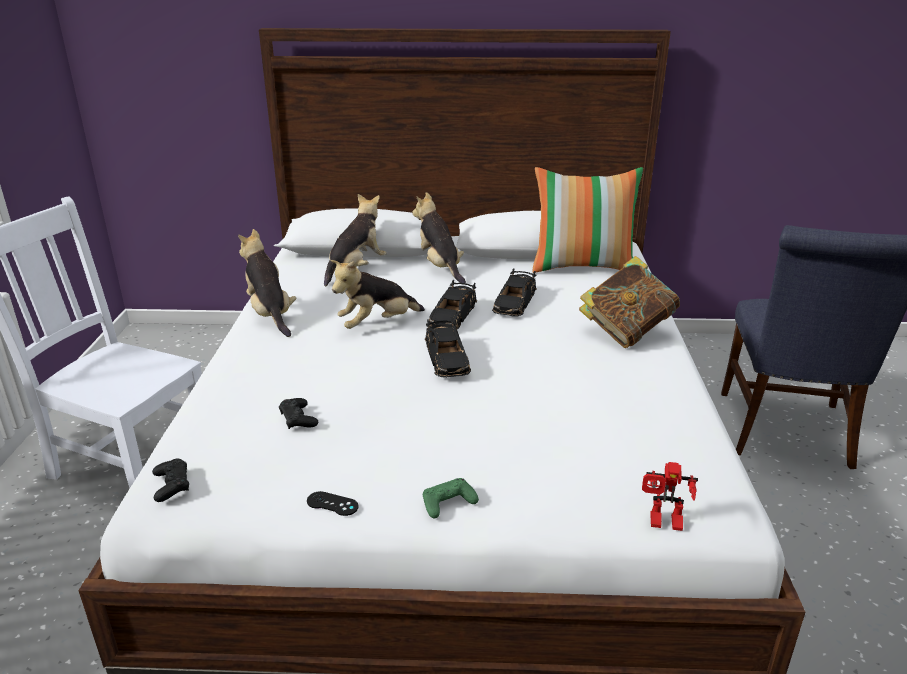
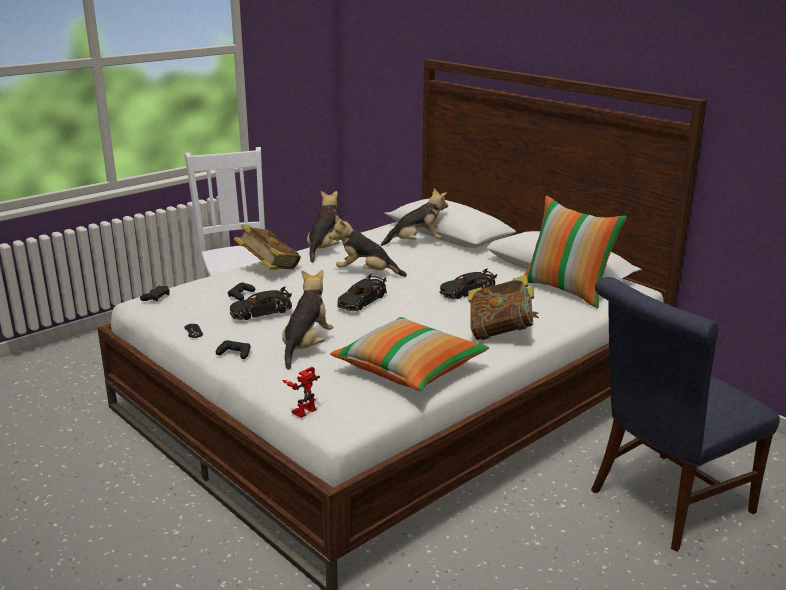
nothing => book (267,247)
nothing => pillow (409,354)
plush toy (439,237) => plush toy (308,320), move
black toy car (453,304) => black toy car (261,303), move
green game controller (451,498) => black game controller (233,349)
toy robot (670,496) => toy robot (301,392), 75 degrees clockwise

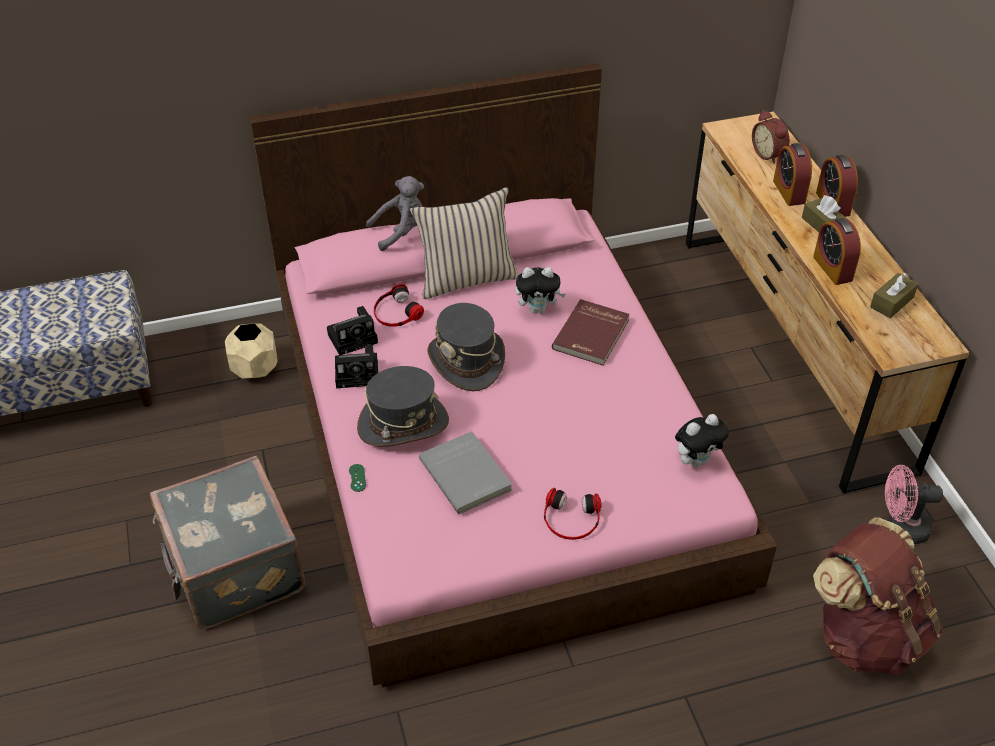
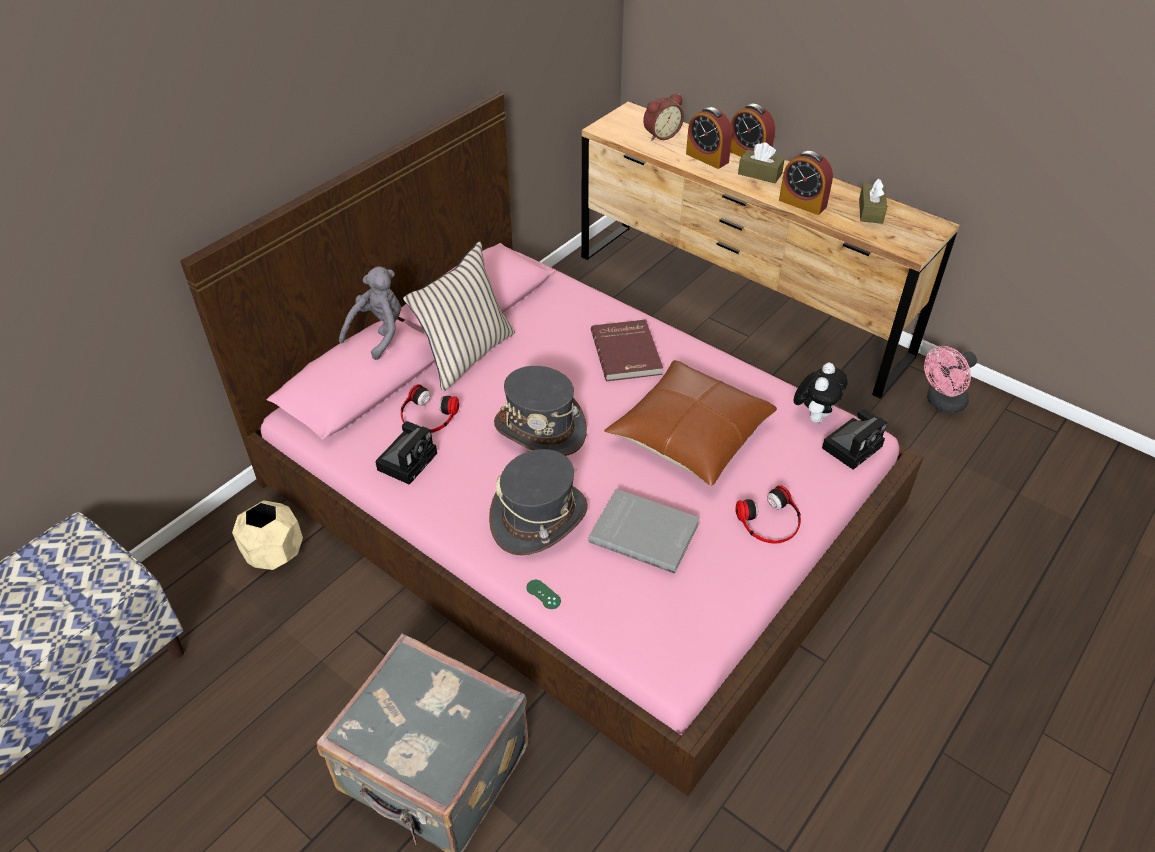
plush toy (540,290) => nothing
brown backpack (878,596) => nothing
nothing => brown pillow (690,423)
photo camera (356,366) => photo camera (854,439), move
alarm clock (771,137) => alarm clock (663,117), 60 degrees counterclockwise

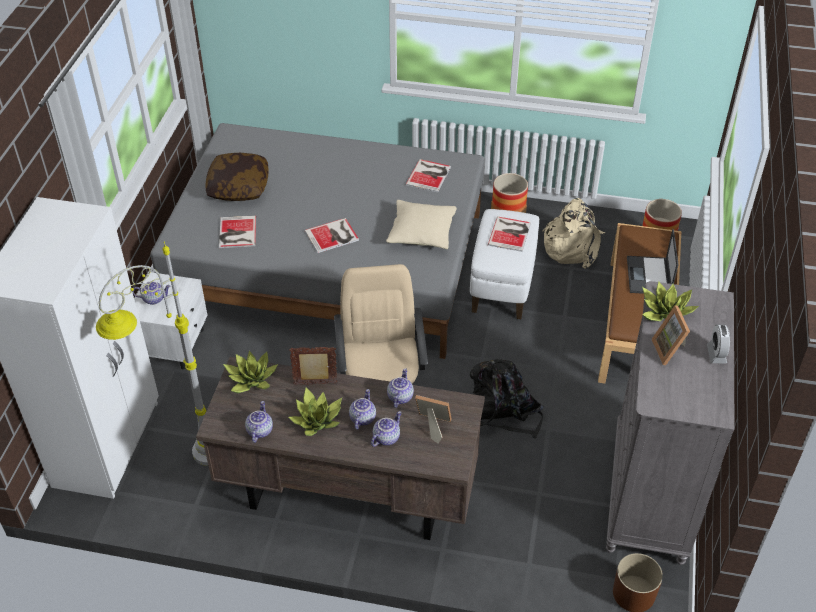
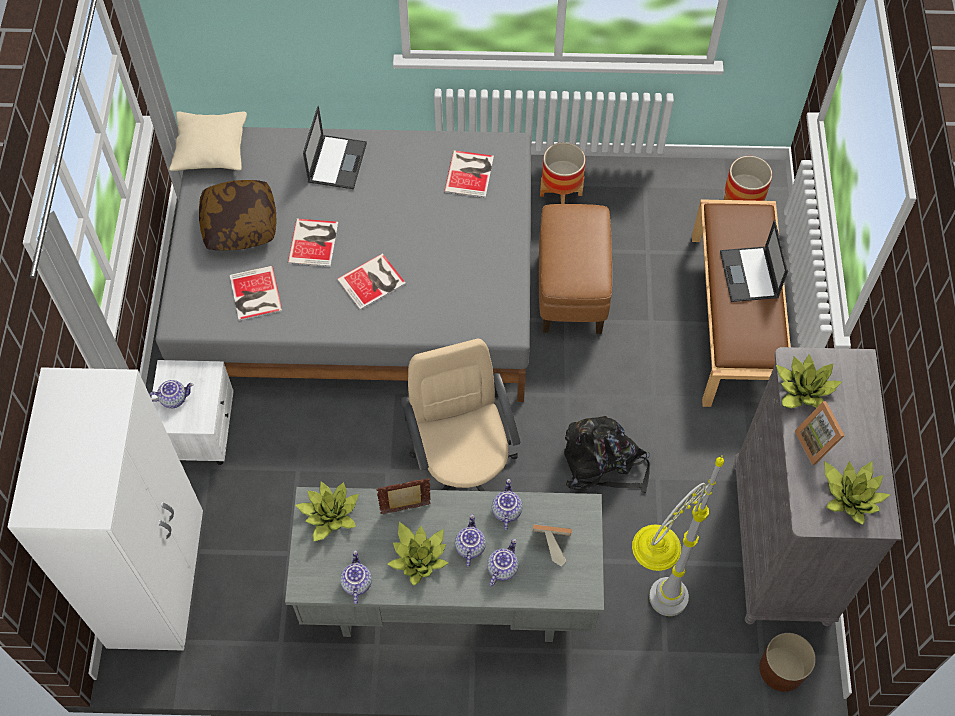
beige backpack (573,233) => nothing
alarm clock (718,343) => nothing
nothing => laptop (335,147)
nothing => potted plant (857,493)
grey floor lamp (152,353) => grey floor lamp (678,536), move
beige pillow (421,224) => beige pillow (208,141), move
book (509,234) => book (313,243), move
brown desk (340,448) => grey desk (444,564)
white ottoman (504,264) => brown ottoman (575,269)

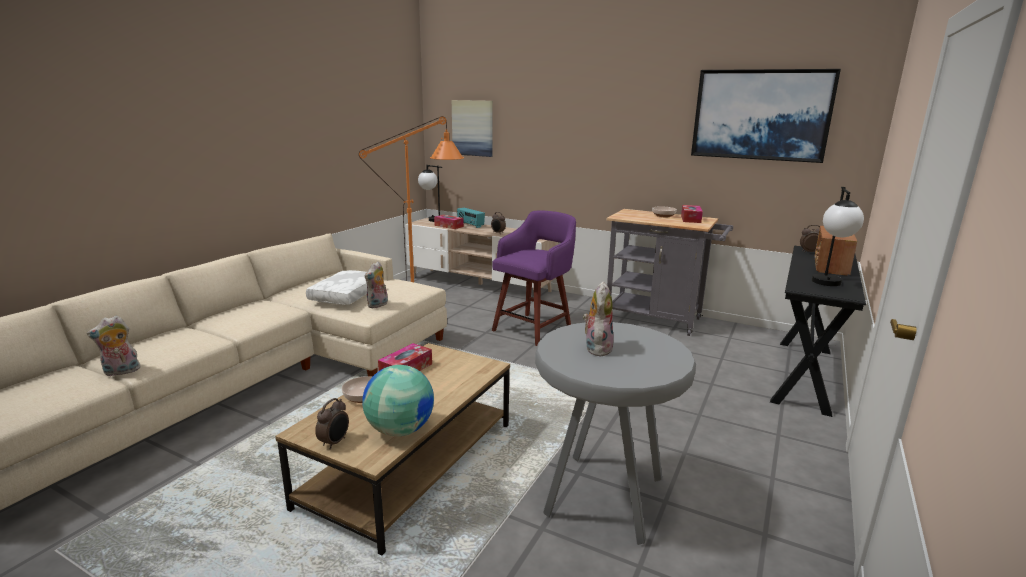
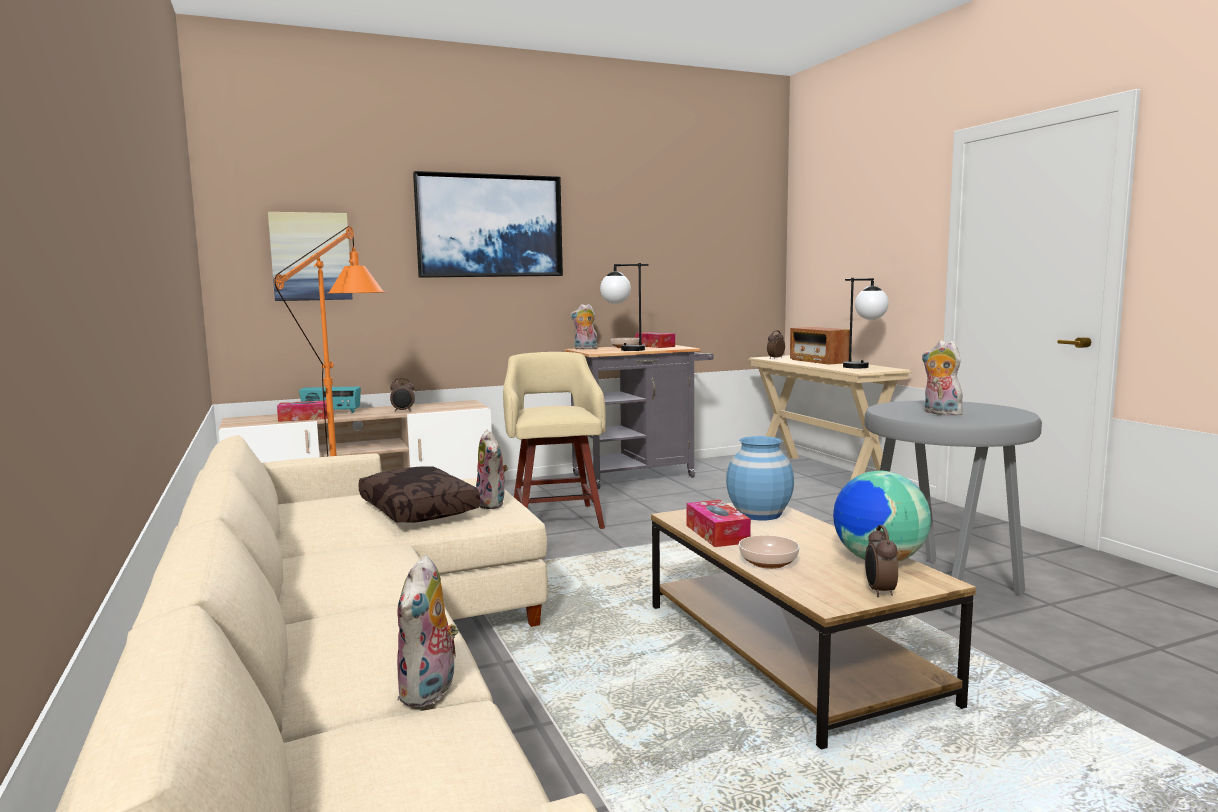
nothing => plush toy (584,327)
nothing => blue vase (760,478)
table lamp (430,193) => table lamp (624,307), move
picture (766,116) => picture (488,224), move
white pillow (336,287) => brown pillow (419,494)
purple stool (534,278) => beige stool (554,440)
black console table (818,331) => beige console table (830,417)
alarm clock (332,423) => alarm clock (881,561), 150 degrees counterclockwise

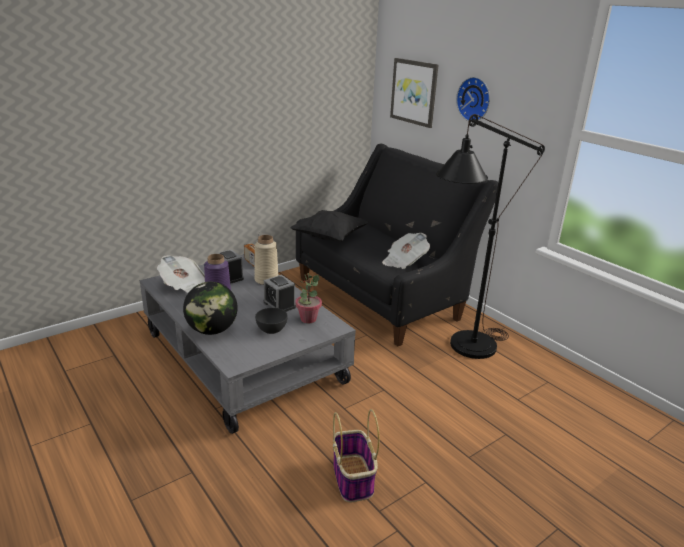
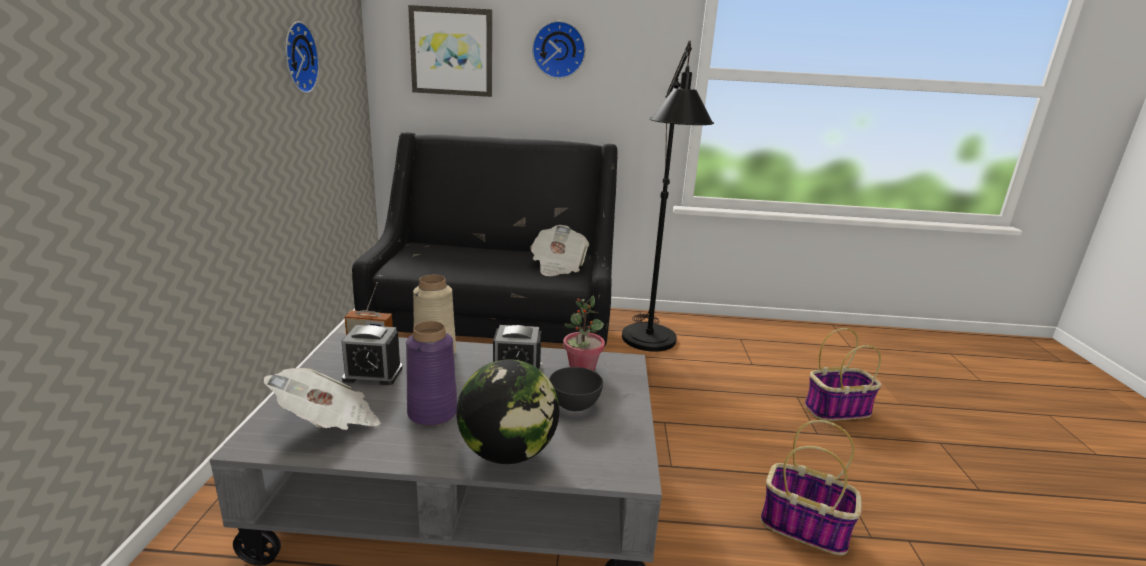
black pillow (329,226) => nothing
nothing => wall clock (302,57)
nothing => basket (843,374)

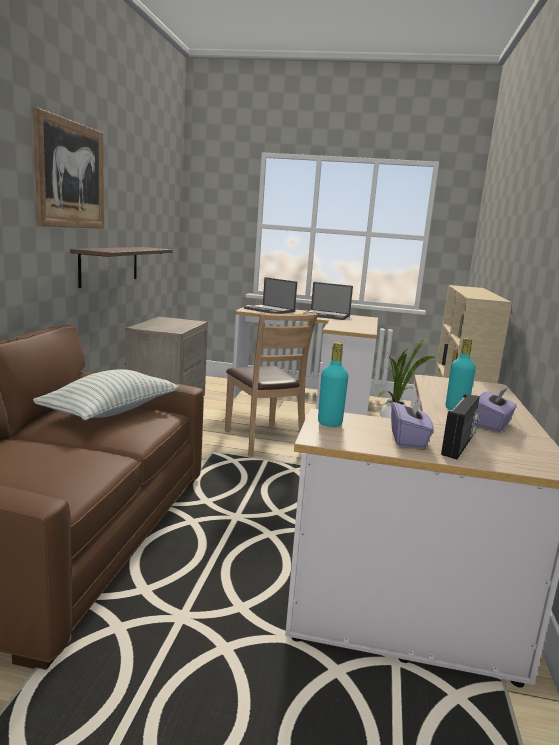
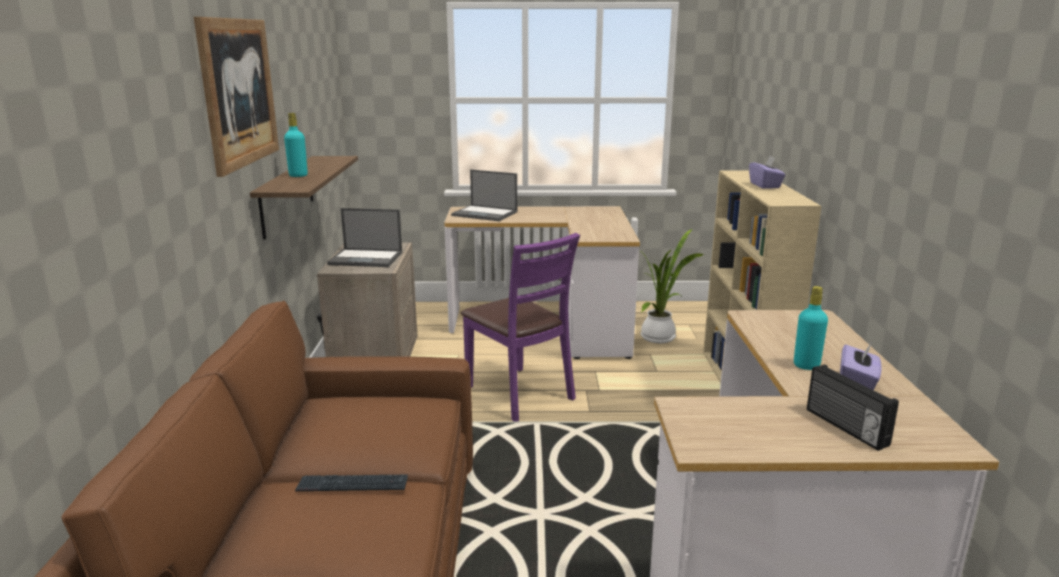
pillow (106,394) => nothing
nothing => keyboard (351,483)
laptop (328,301) => laptop (364,237), move
turquoise bottle (333,384) => turquoise bottle (296,145), move
purple tissue box (412,423) => purple tissue box (767,172), move
brown chair (271,385) => purple chair (520,327)
radio (460,426) => radio (853,407), 135 degrees clockwise

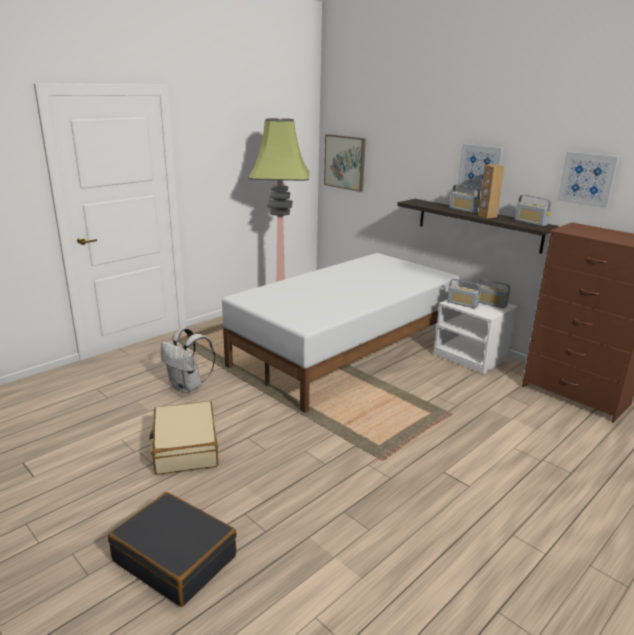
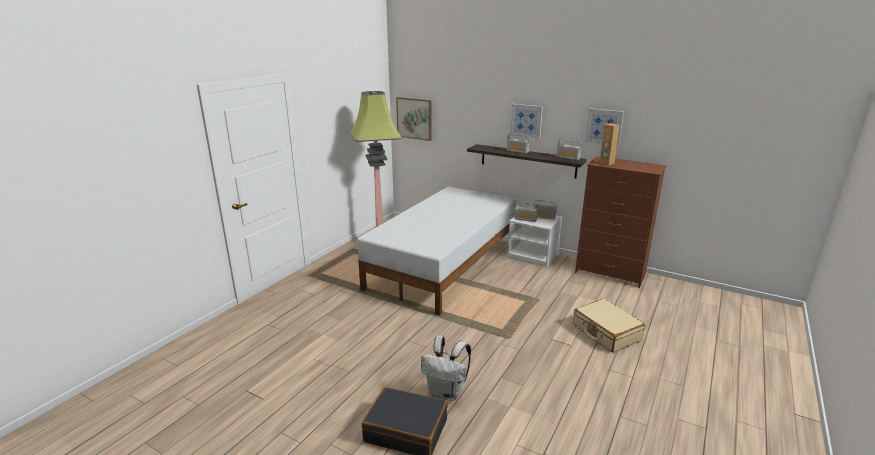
beige suitcase (183,438) => beige suitcase (609,326), move
white backpack (188,360) => white backpack (446,368), move
brown speaker (491,191) => brown speaker (609,144), move

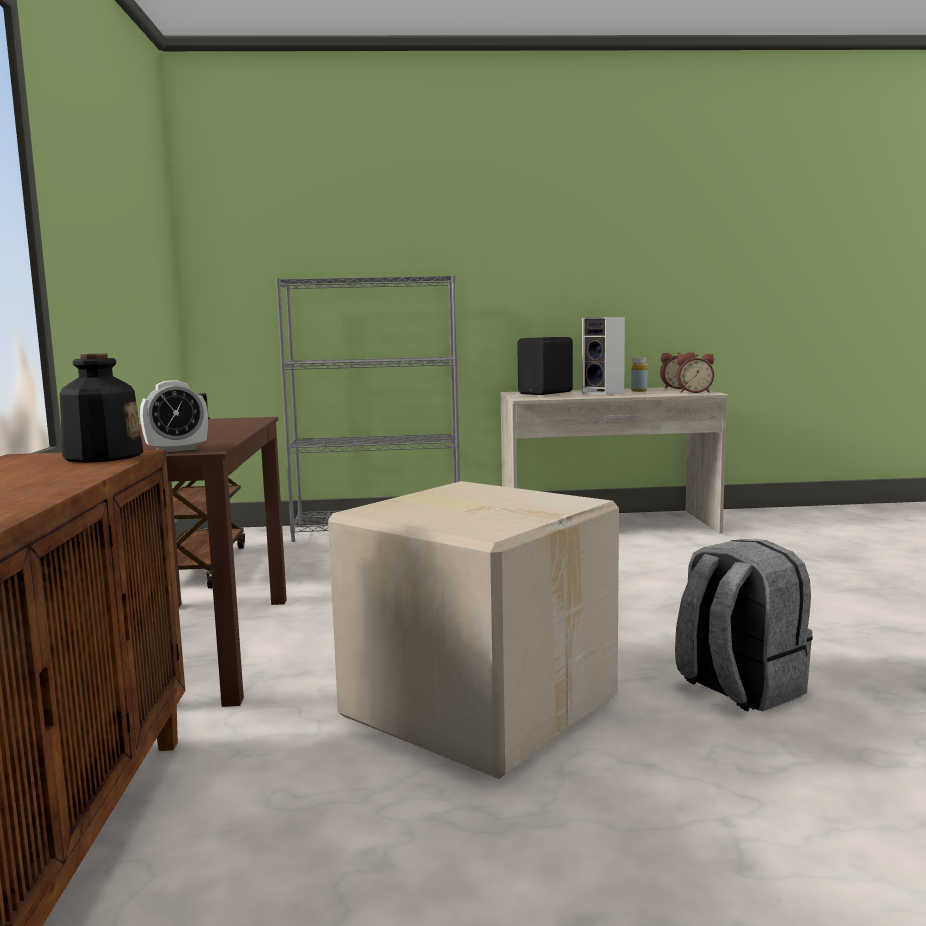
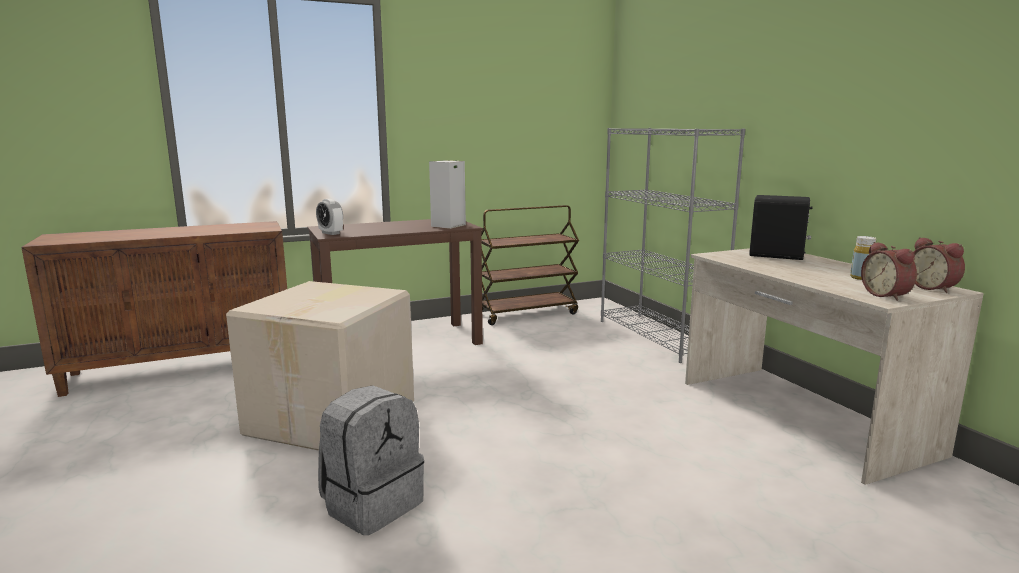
bottle (101,408) => nothing
speaker (603,356) => speaker (447,194), move

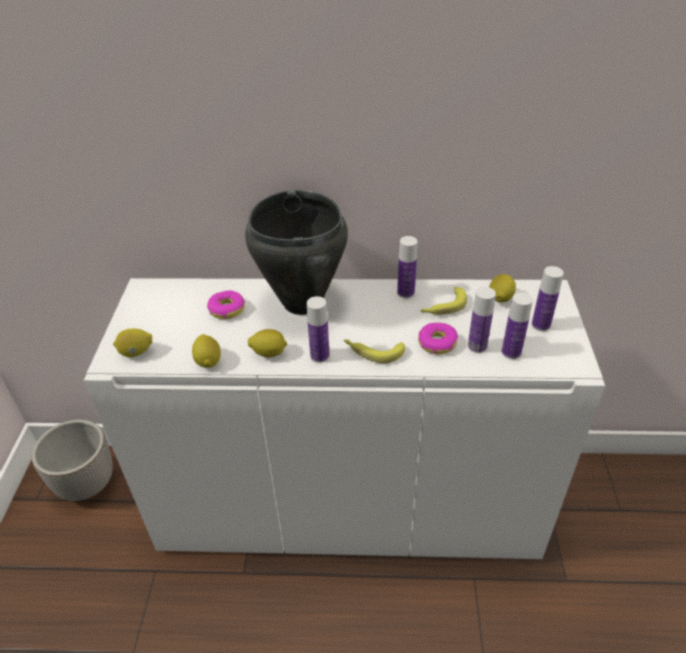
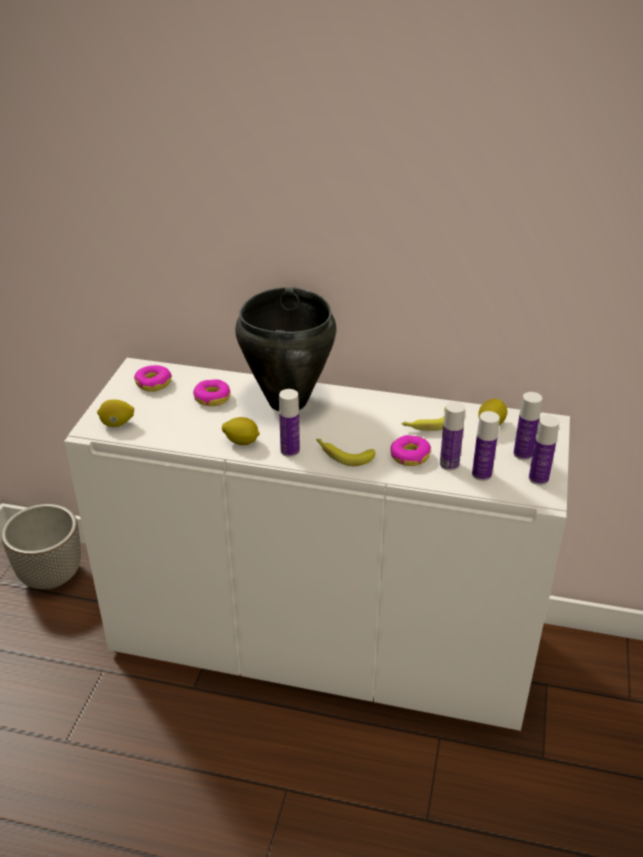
lemon (206,351) => nothing
nothing => donut (153,378)
bottle (407,267) => bottle (544,450), move

